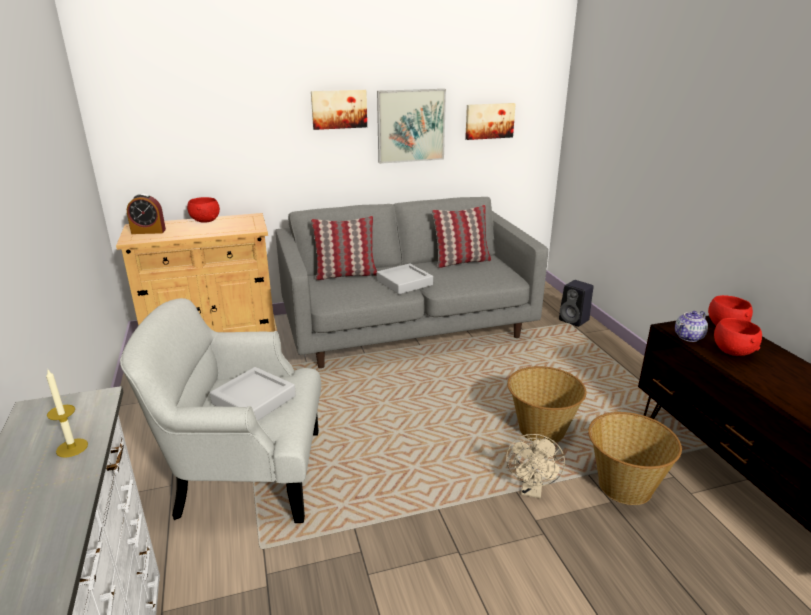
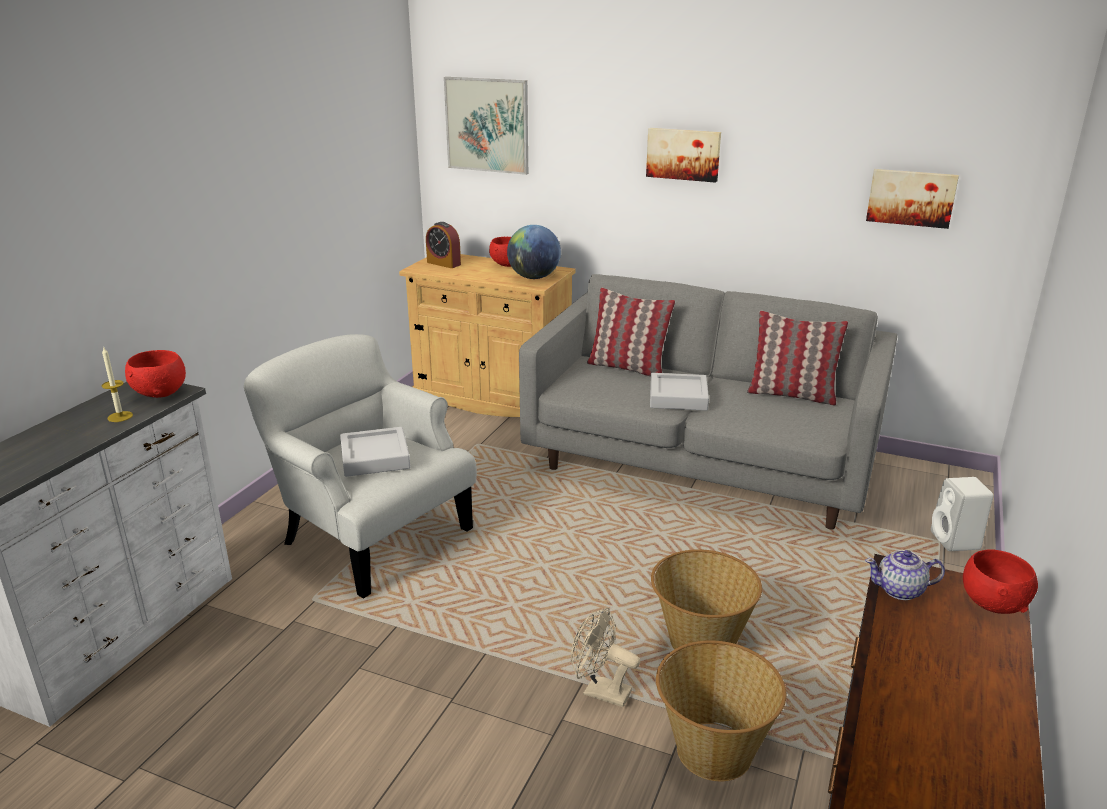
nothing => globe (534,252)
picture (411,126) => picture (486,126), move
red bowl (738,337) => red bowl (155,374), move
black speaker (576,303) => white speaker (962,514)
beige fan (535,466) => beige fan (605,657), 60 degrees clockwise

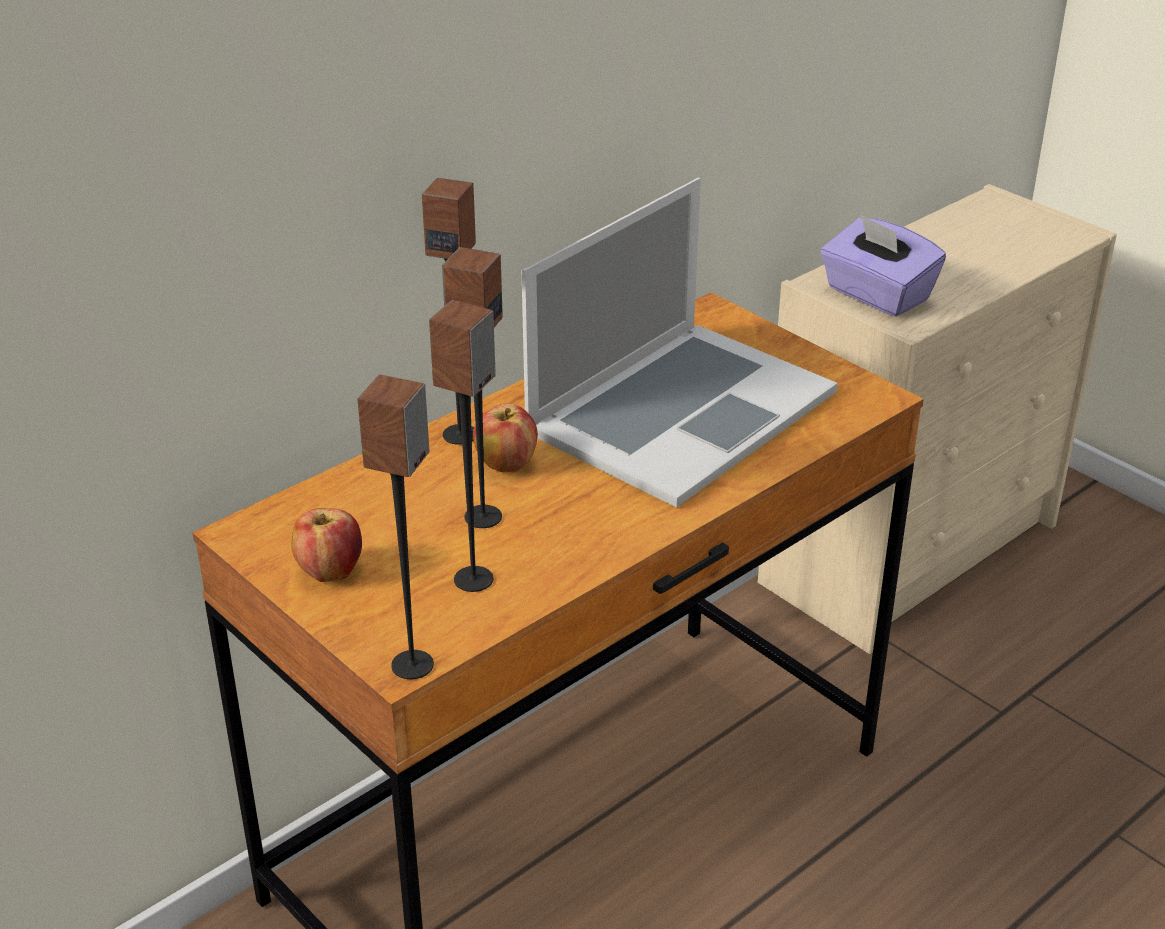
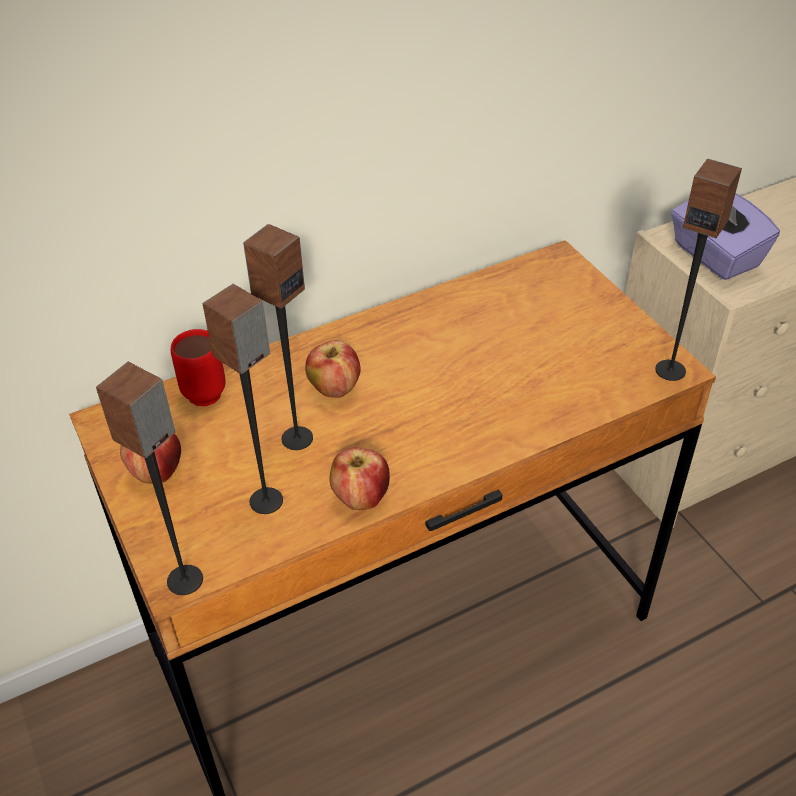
laptop (679,343) => nothing
nothing => red mug (198,367)
nothing => apple (360,478)
speaker (449,311) => speaker (698,270), move

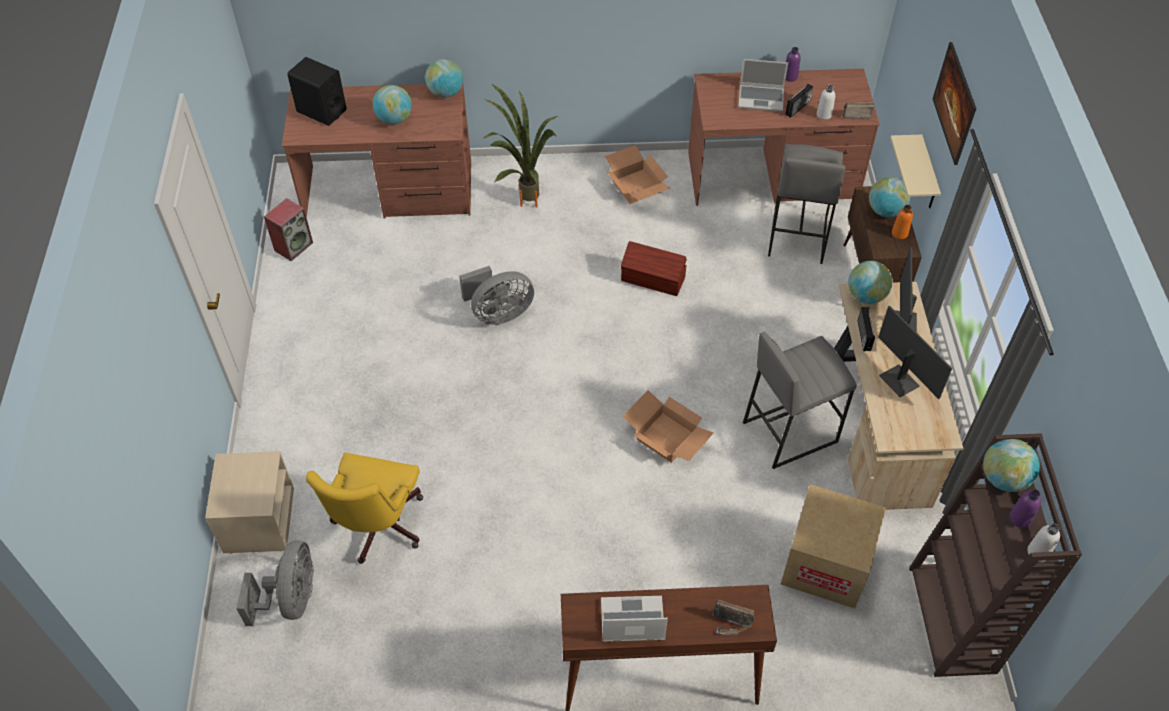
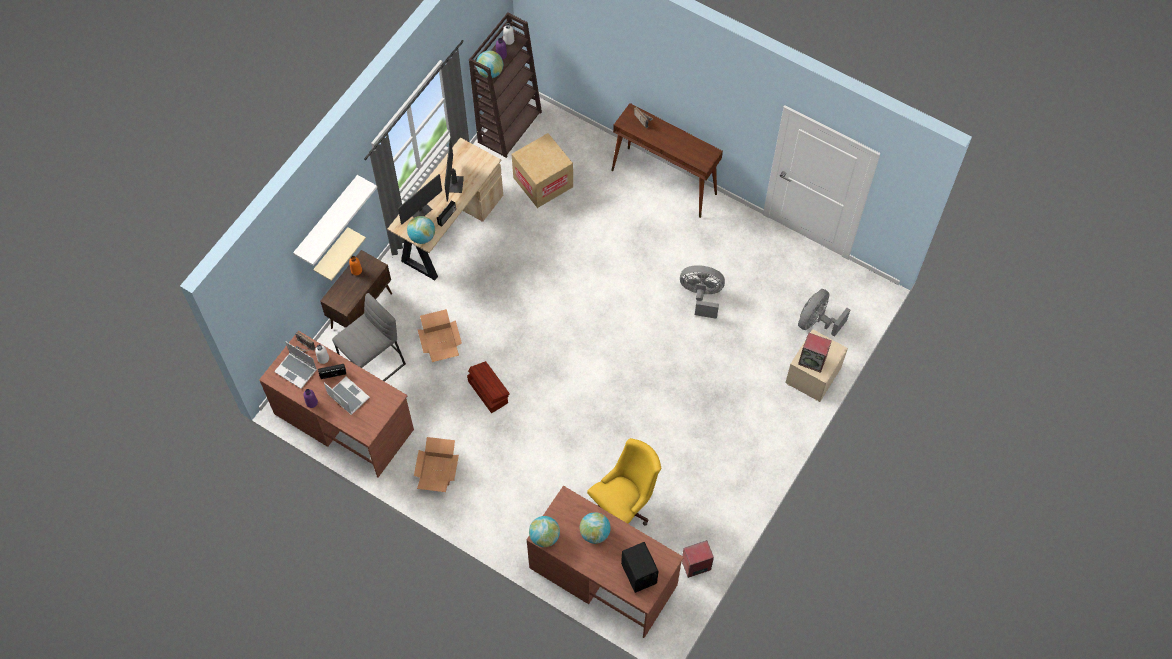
potted plant (520,146) => nothing
grey stool (800,400) => nothing
globe (889,197) => nothing
nothing => speaker (815,353)
yellow office chair (364,508) => yellow office chair (624,482), move
grey fan (496,295) => grey fan (702,292), move
laptop (634,619) => laptop (295,365), move
cardboard box (668,426) => cardboard box (440,335), move
picture (954,103) => white shelf (335,220)

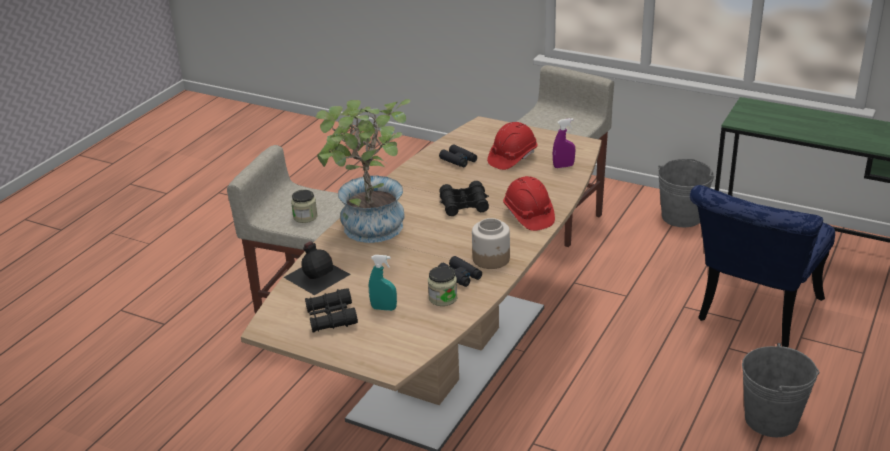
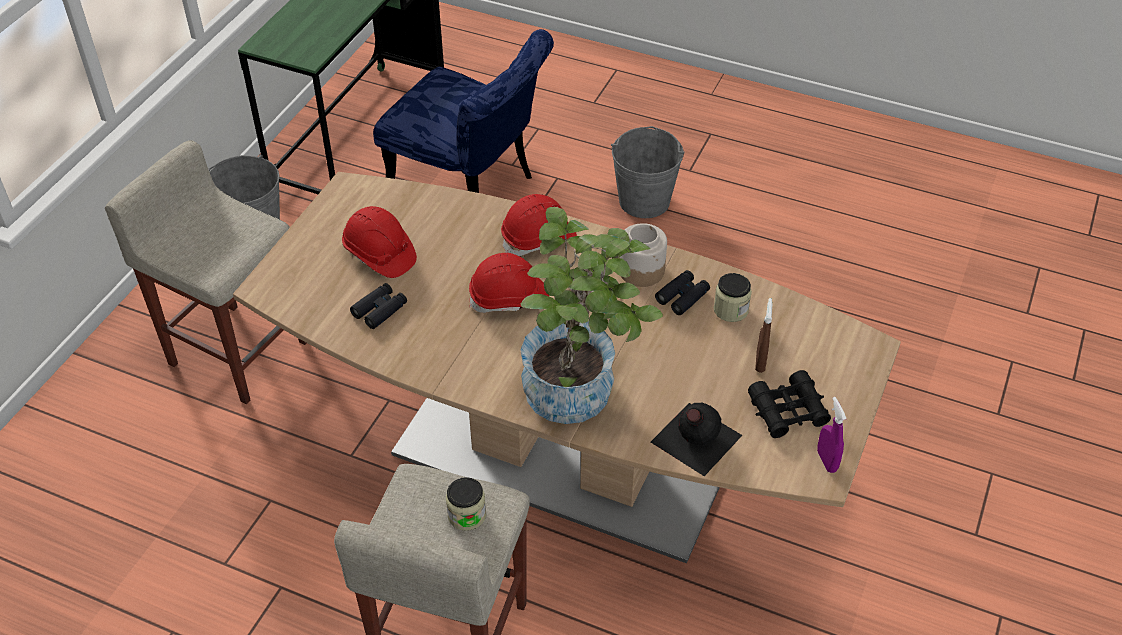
purple spray bottle (564,143) => purple spray bottle (831,435), move
black binoculars (464,198) => red hard hat (509,283)
turquoise spray bottle (383,283) => brown spray bottle (763,335)

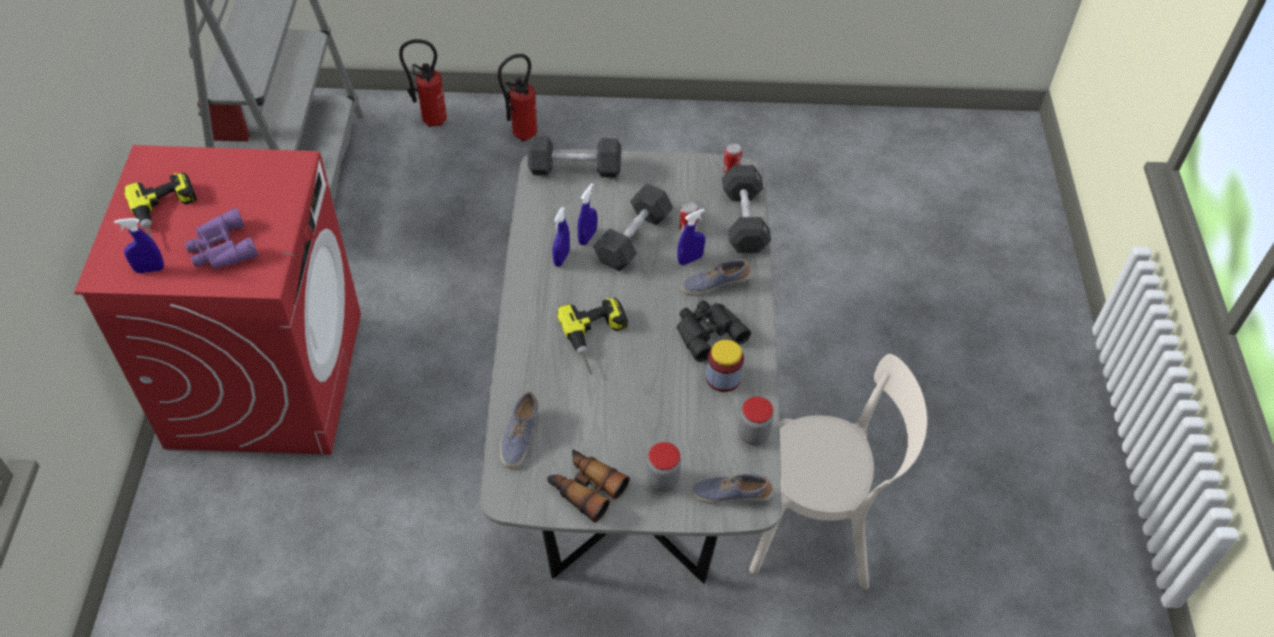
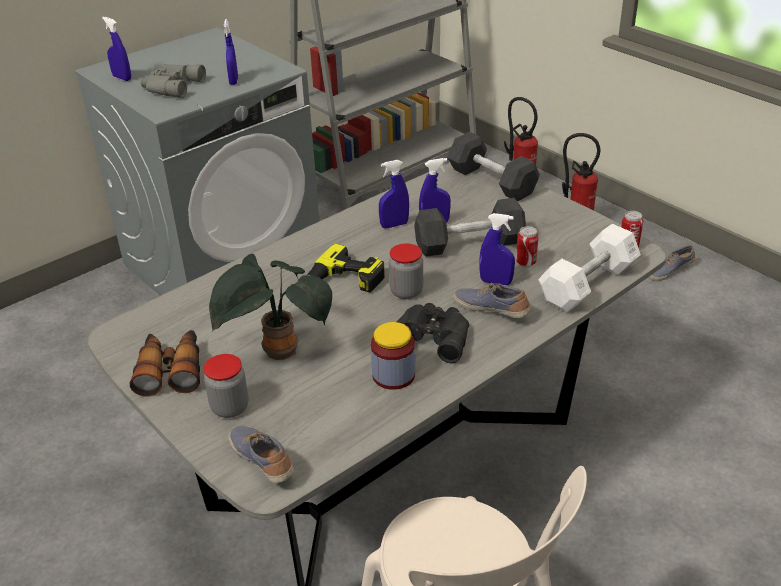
power drill (160,205) => nothing
nothing => potted plant (270,307)
nothing => blue spray bottle (231,52)
shoe (519,430) => shoe (671,263), move
jar (755,421) => jar (406,271), move
red washing machine (217,300) => grey washing machine (197,161)
purple binoculars (221,238) => grey binoculars (173,81)
black dumbbell (746,209) => white dumbbell (589,268)

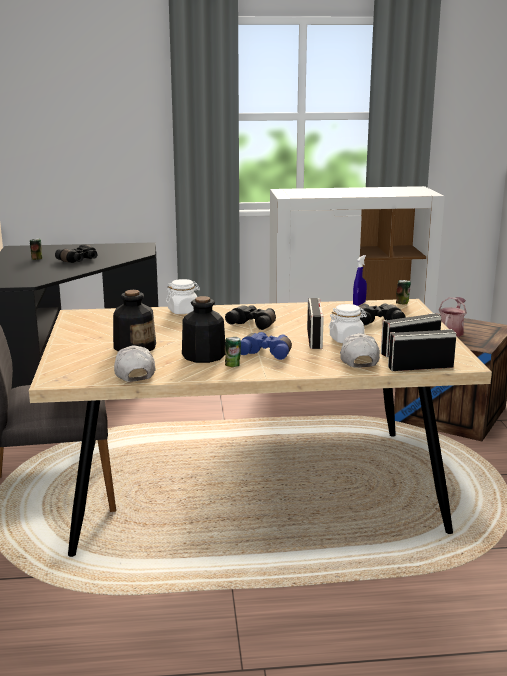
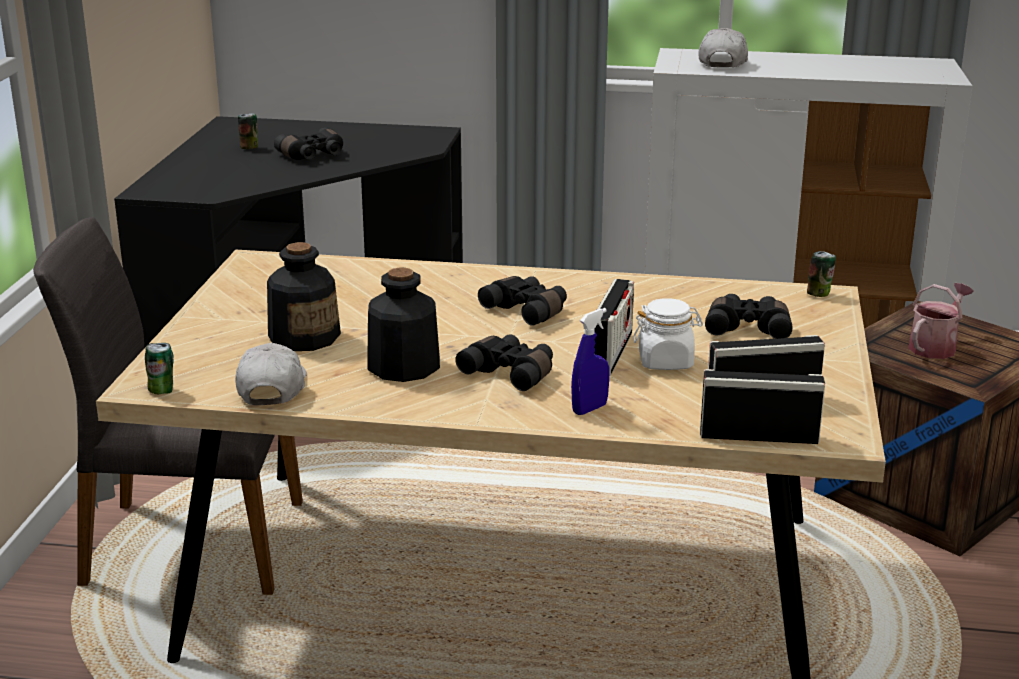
white jar (183,296) => nothing
can (233,352) => can (159,368), move
white cap (360,350) => white cap (723,47), move
blue spray bottle (360,280) => blue spray bottle (590,361), move
blue binoculars (266,346) => black binoculars (504,363)

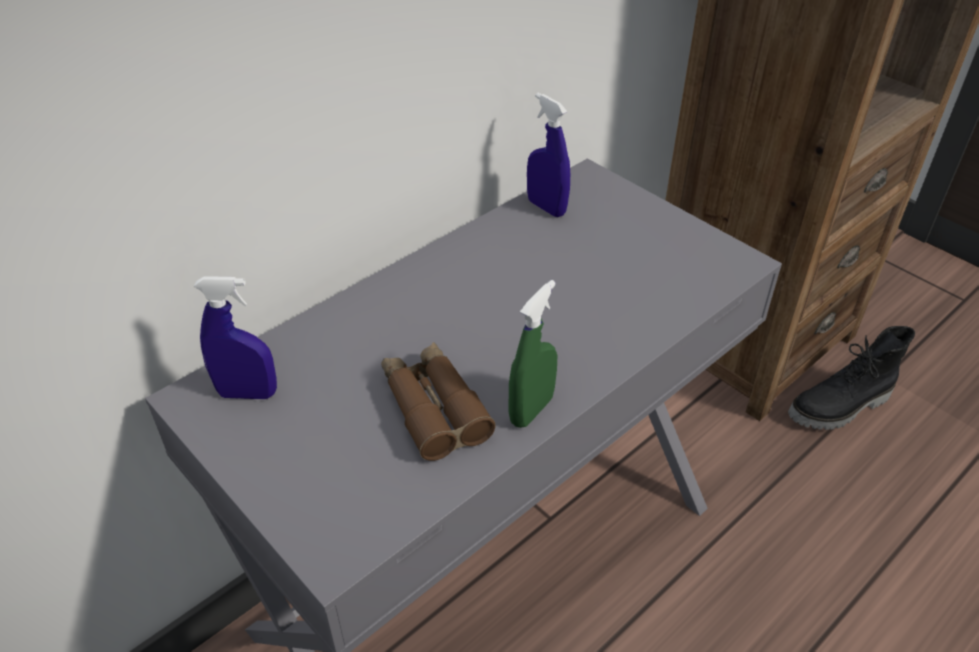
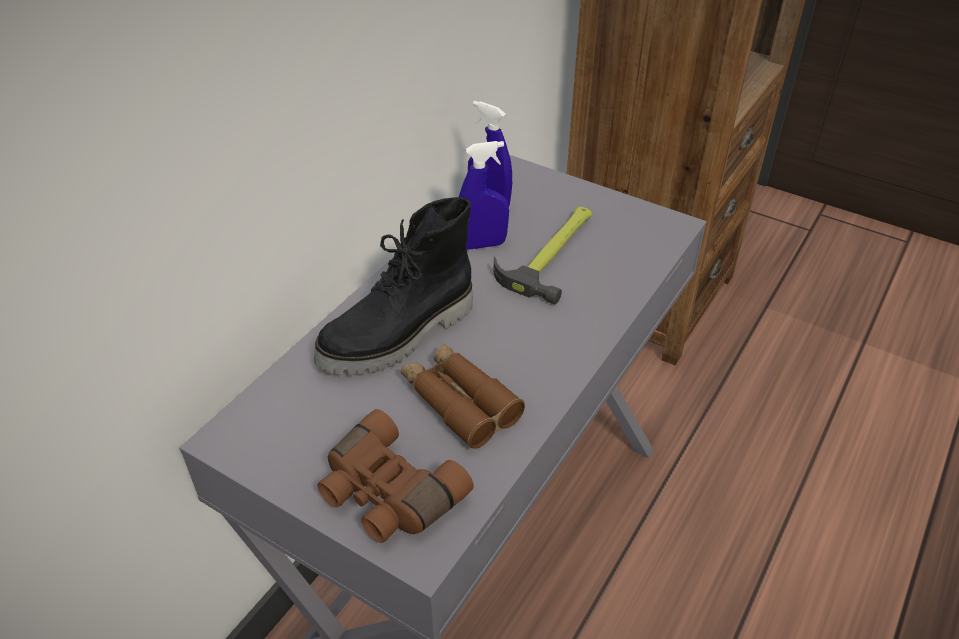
green spray bottle (533,354) => nothing
nothing => brown binoculars (395,476)
nothing => hammer (543,255)
blue spray bottle (235,337) => blue spray bottle (484,195), move
black boot (851,378) => black boot (393,286), move

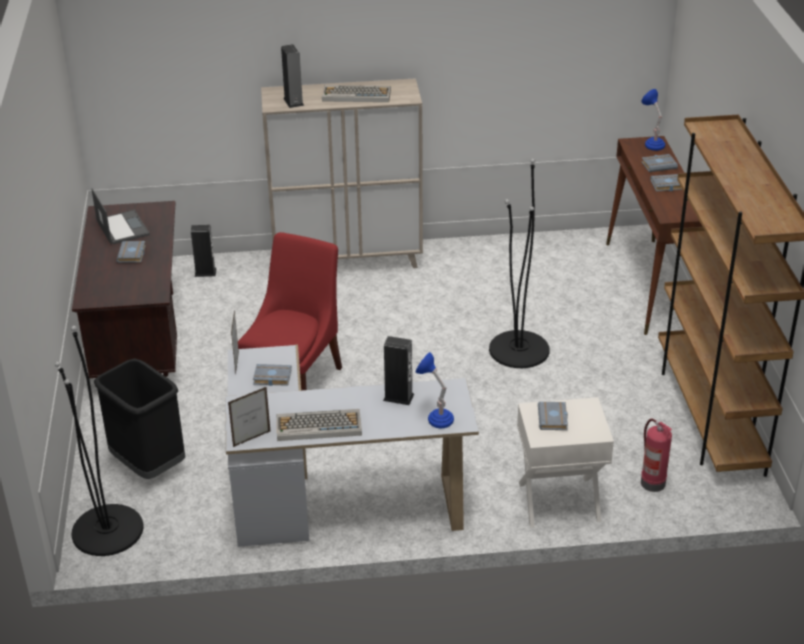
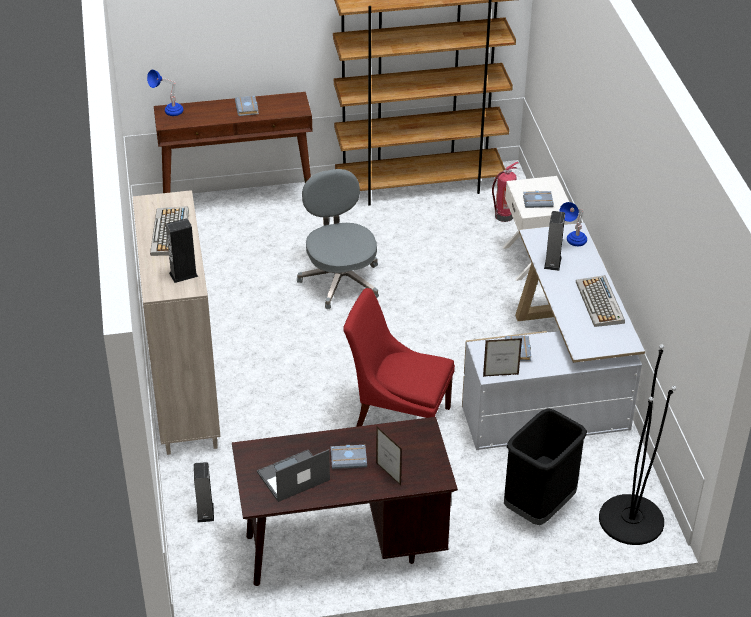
grey book (659,163) => nothing
picture frame (249,417) => picture frame (389,456), move
black floor lamp (519,263) => grey office chair (338,239)

